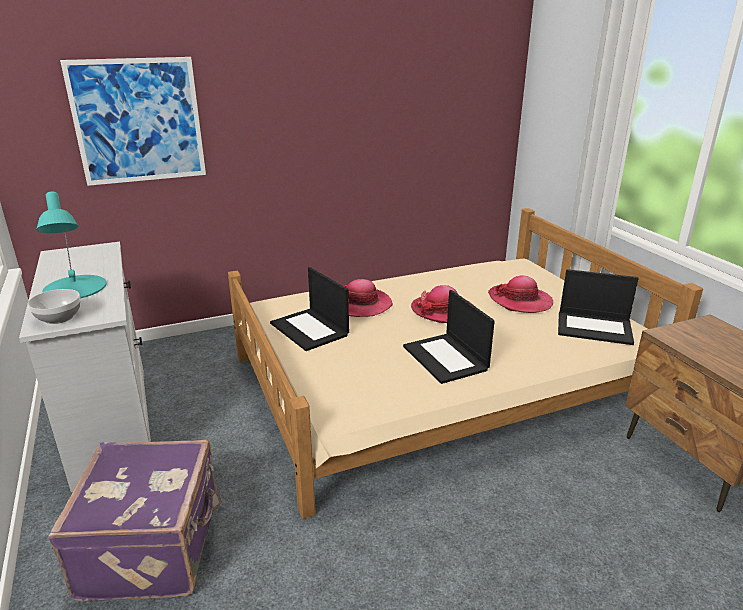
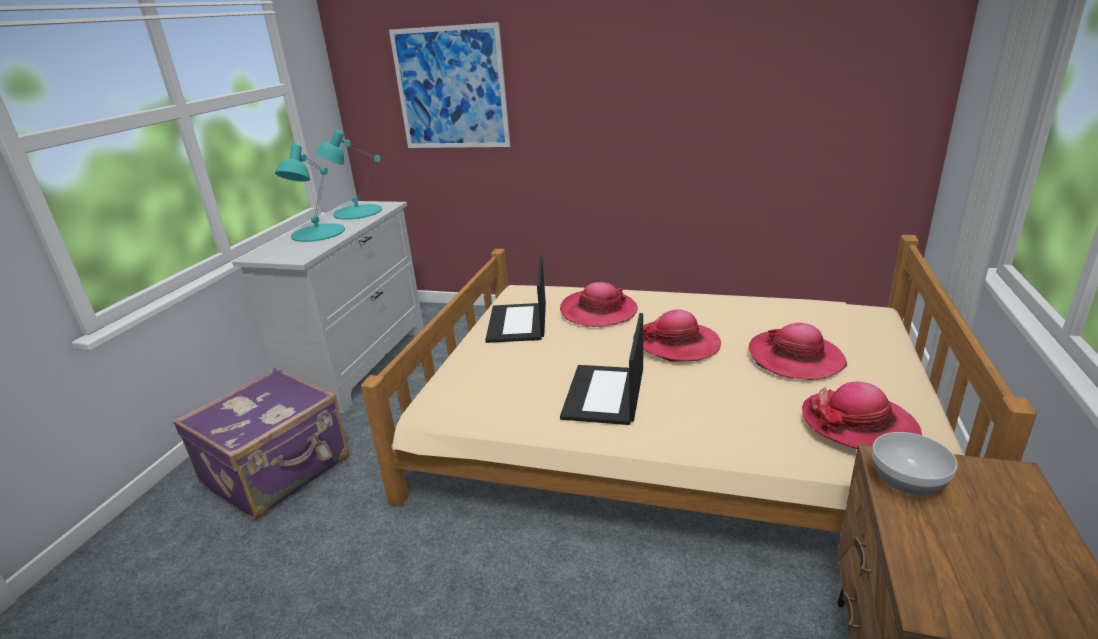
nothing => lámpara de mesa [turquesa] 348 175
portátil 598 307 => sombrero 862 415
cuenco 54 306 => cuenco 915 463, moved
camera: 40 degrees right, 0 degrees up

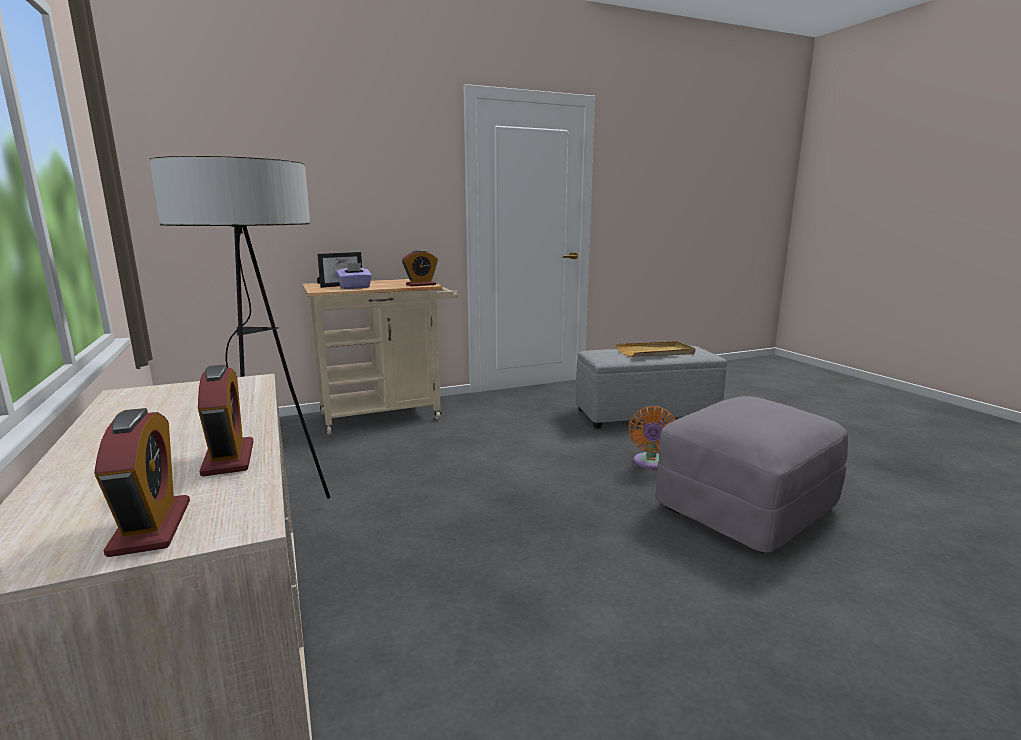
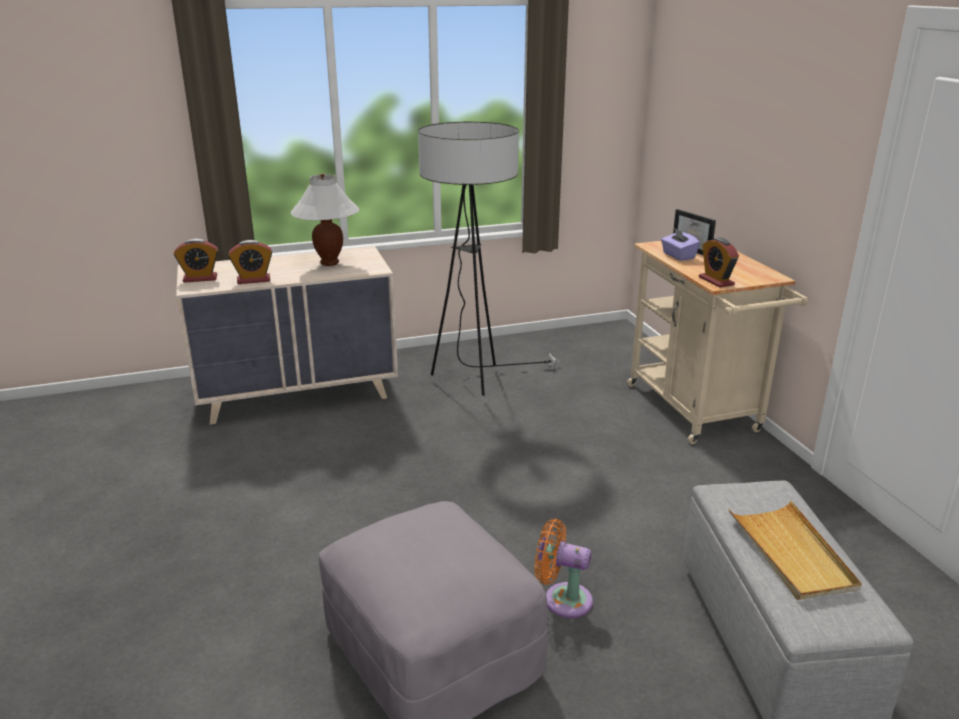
nothing => lámpara de mesa [blanco] 325 220
camera: 95 degrees right, 10 degrees up

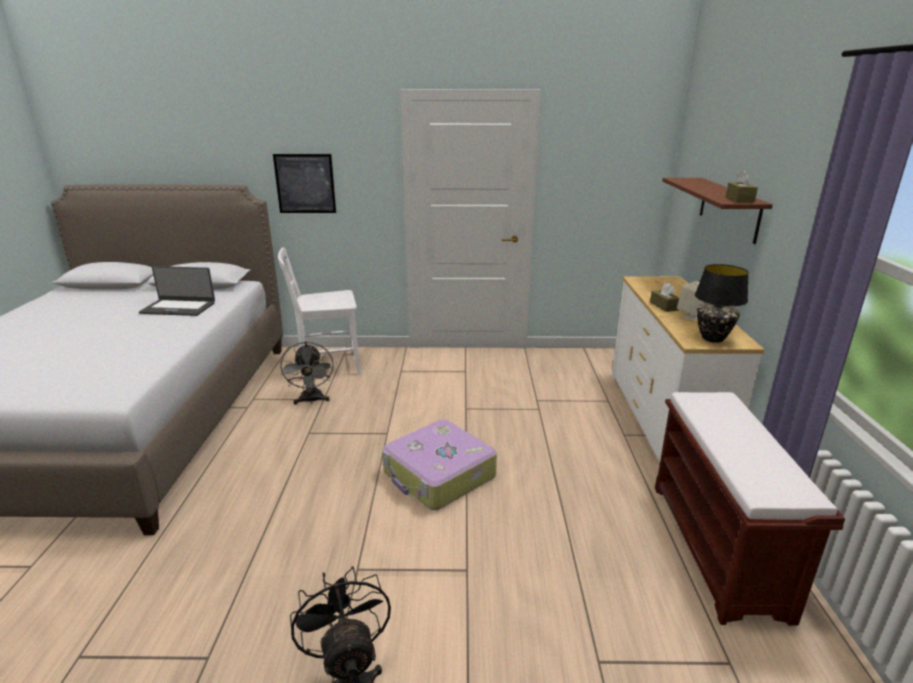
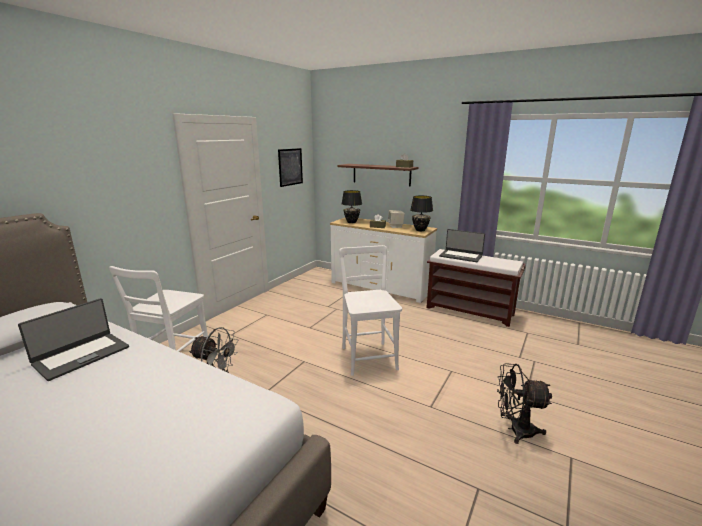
cuadro 304 183 => cuadro 290 167, moved
maleta 439 464 => silla [blanco] 370 310
nothing => lámpara de mesa [negro] 352 206
nothing => portátil 462 245
camera: 60 degrees left, 5 degrees down

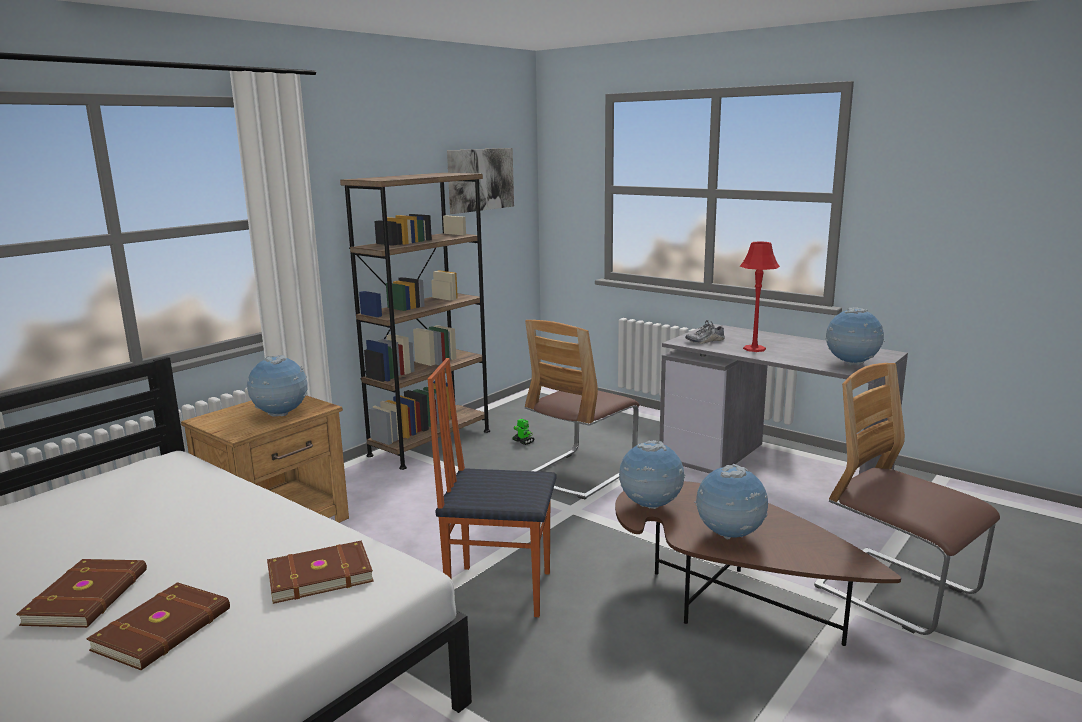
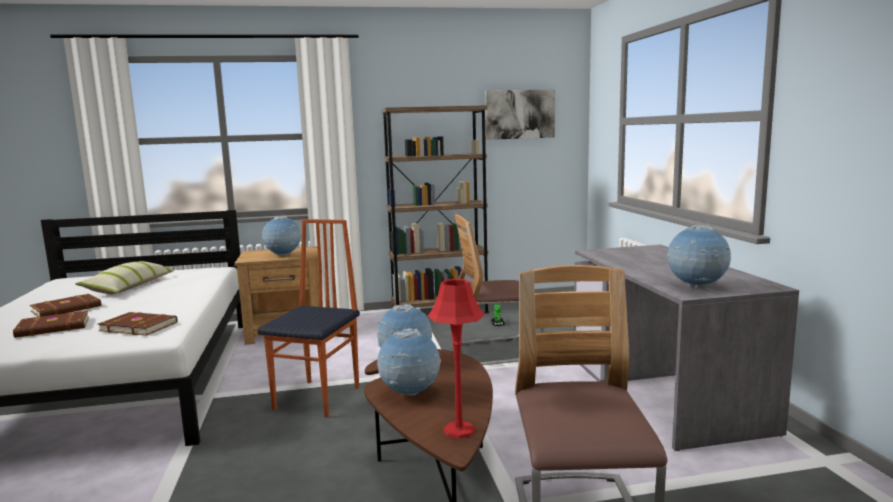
nothing => cojín 124 277
silla 492 487 => silla 308 318, 60 degrees clockwise
lámpara de mesa [rojo] 760 296 => lámpara de mesa [rojo] 456 359, moved
zapato 705 332 => nothing
camera: 40 degrees right, 5 degrees down

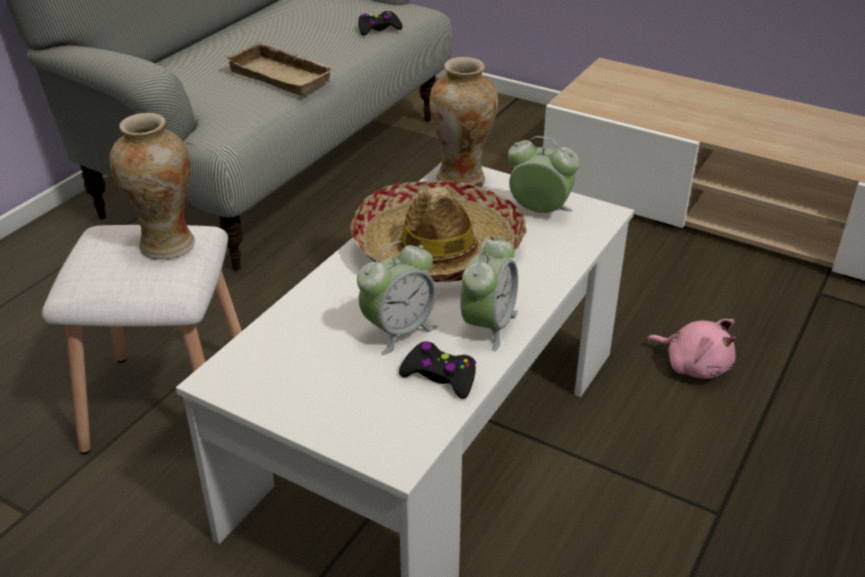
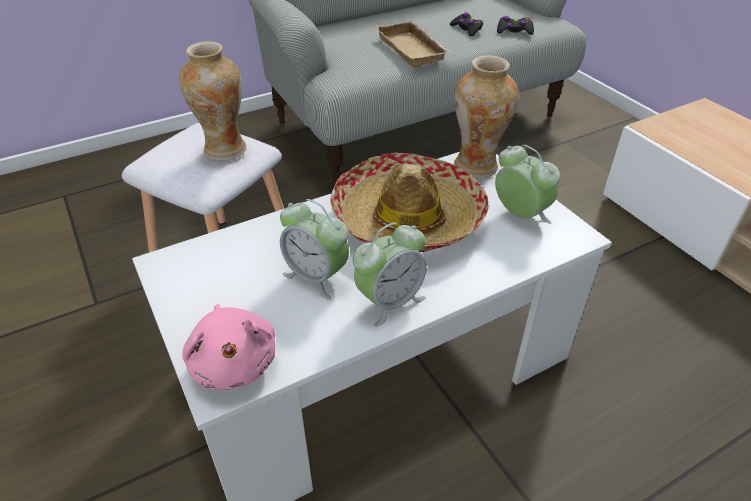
peluche [rosa] 691 349 => peluche [rosa] 228 347, moved
despertador 397 298 => despertador 314 249, 45 degrees clockwise
mando de consola [negro] 437 370 => mando de consola [negro] 467 24, moved
camera: 30 degrees right, 5 degrees up

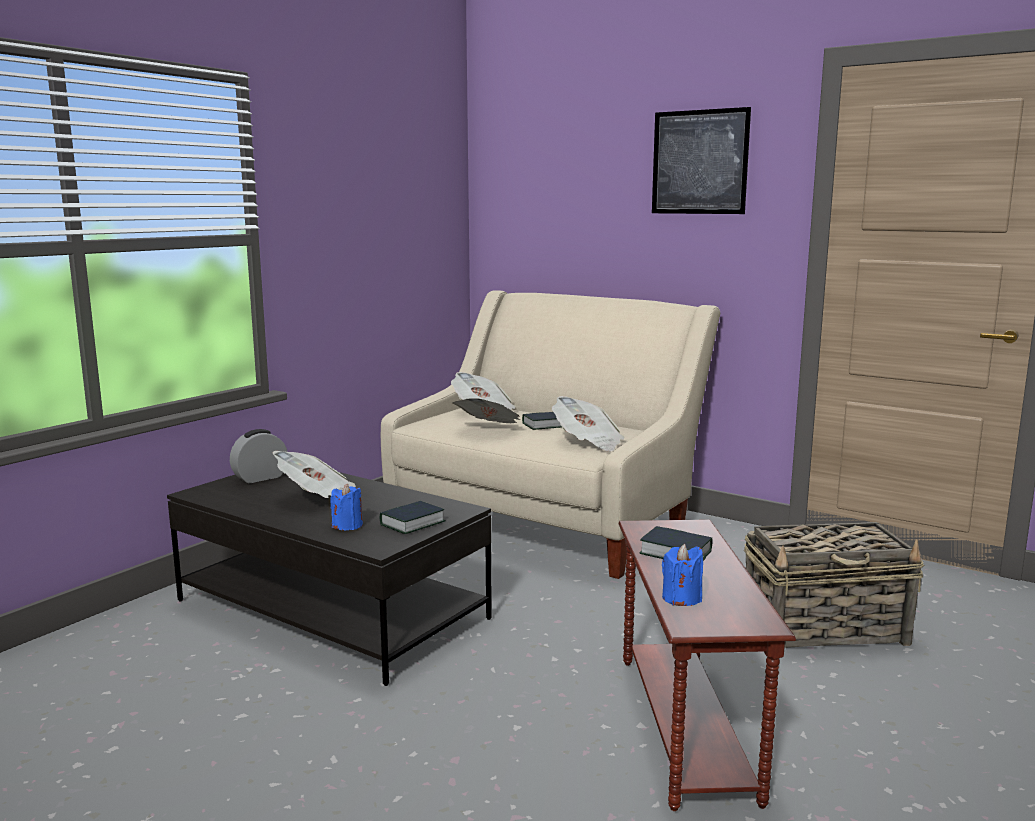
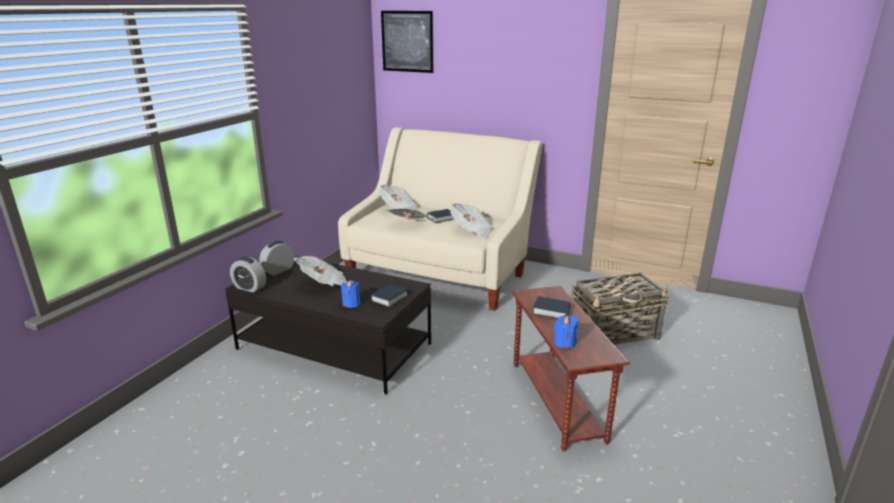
nothing => despertador 248 275
cuadro 701 160 => cuadro 407 42, moved
camera: 10 degrees left, 10 degrees up

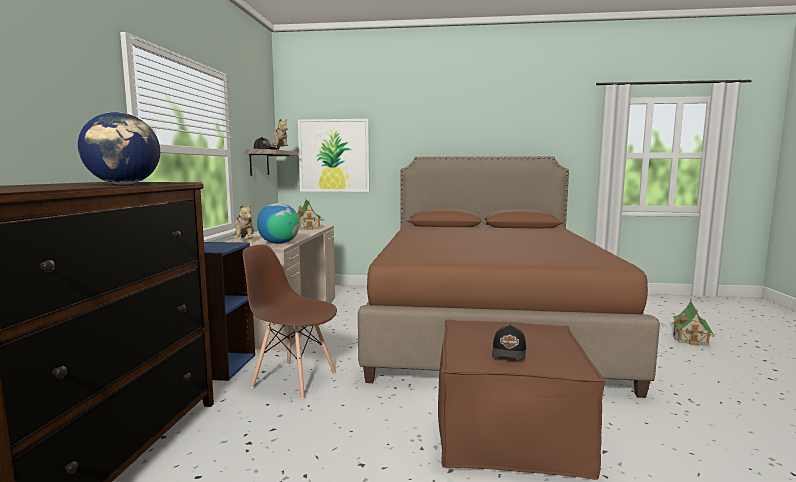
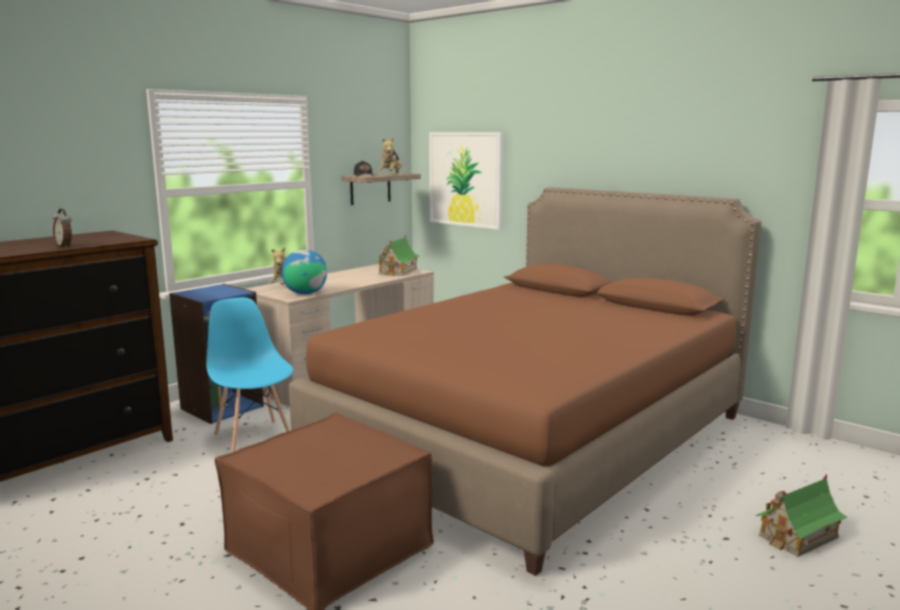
globo terráqueo 119 148 => despertador 62 228
silla [marrón] 289 321 => silla [azul] 249 374
gorra [negro] 509 342 => nothing
camera: 35 degrees right, 5 degrees up

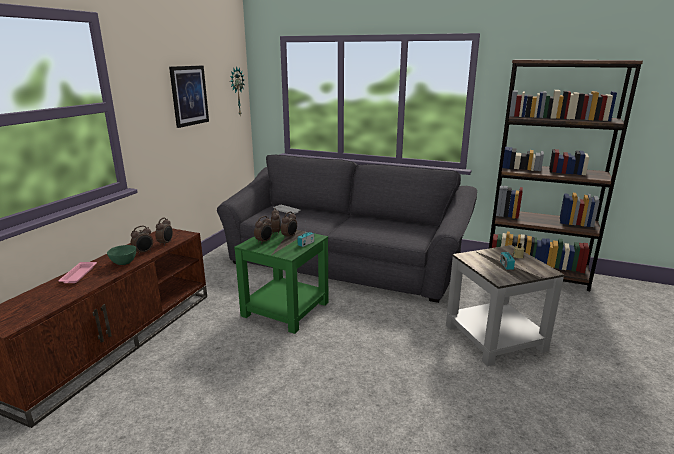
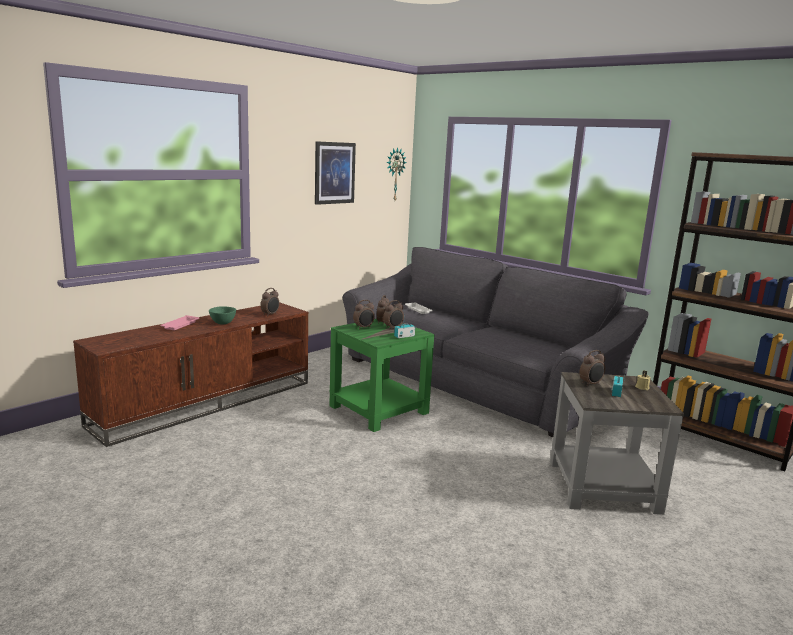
despertador 142 240 => despertador 592 368, moved
camera: 20 degrees right, 5 degrees down

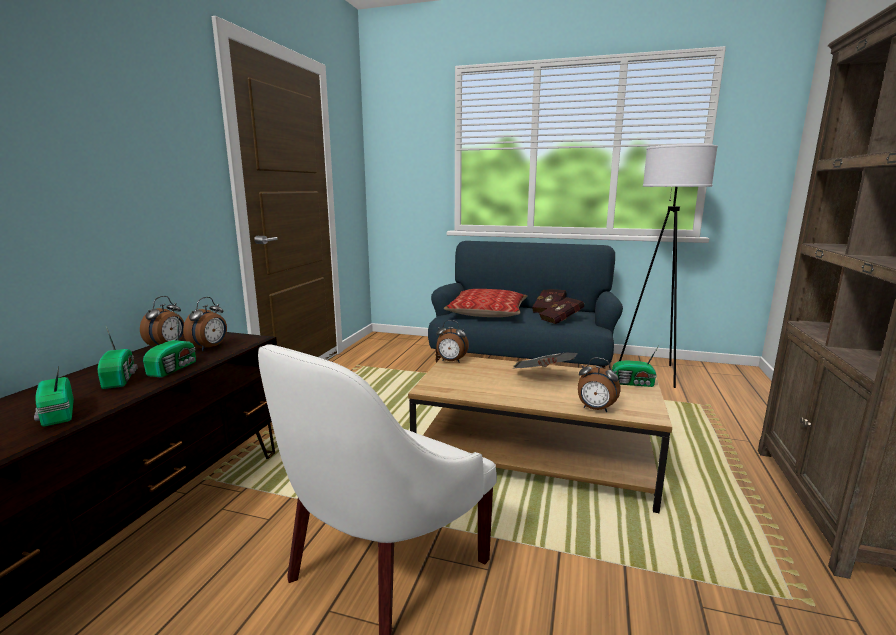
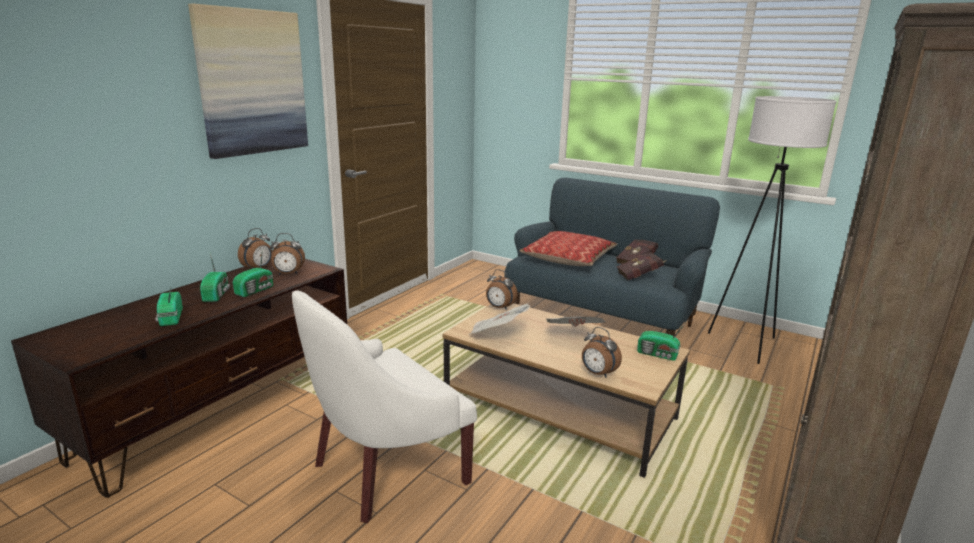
nothing => cuadro 248 81
despertador 205 324 => despertador 287 254, 45 degrees clockwise
nothing => periódico 499 319
camera: 15 degrees right, 5 degrees up

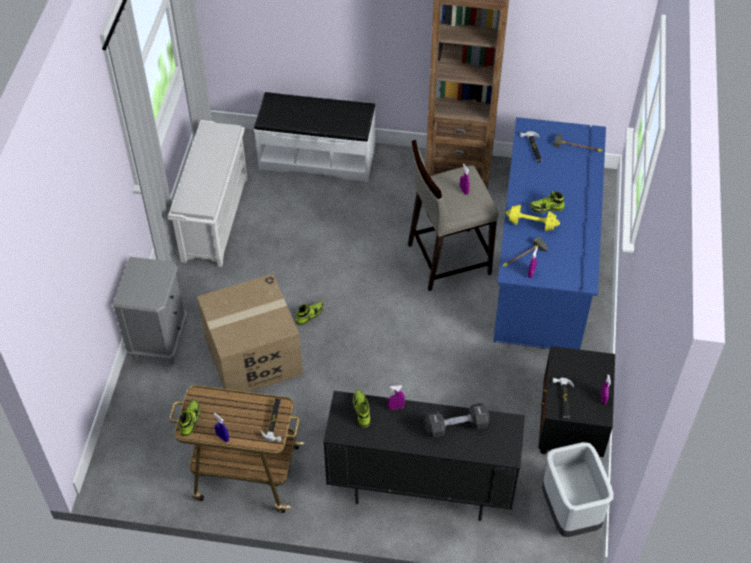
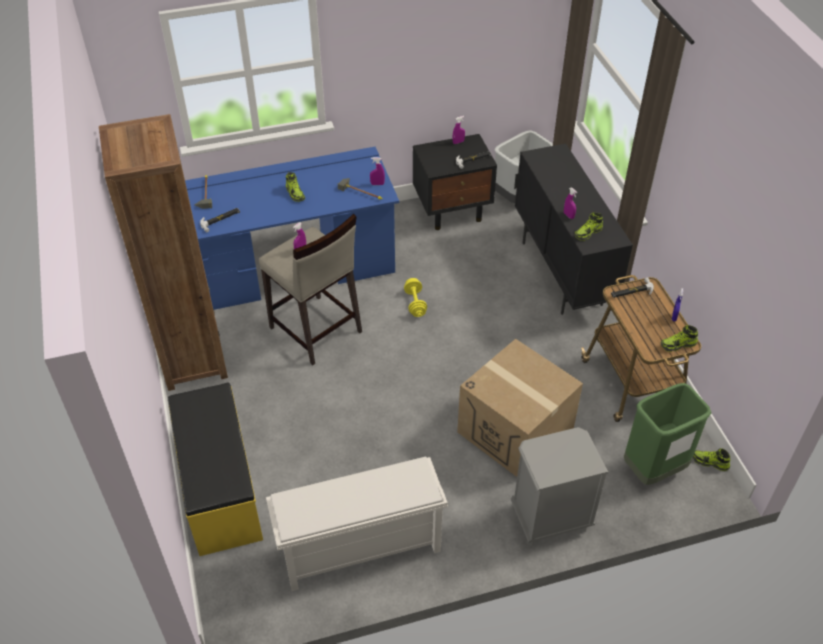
banco [blanco] 315 137 => banco [amarillo] 215 469
mancuerna [amarillo] 533 218 => mancuerna [amarillo] 415 297, moved
nothing => papelera [verde] 667 434
zapato 310 313 => zapato 711 459, moved
mancuerna [negro] 457 420 => nothing
camera: 115 degrees left, 5 degrees down

